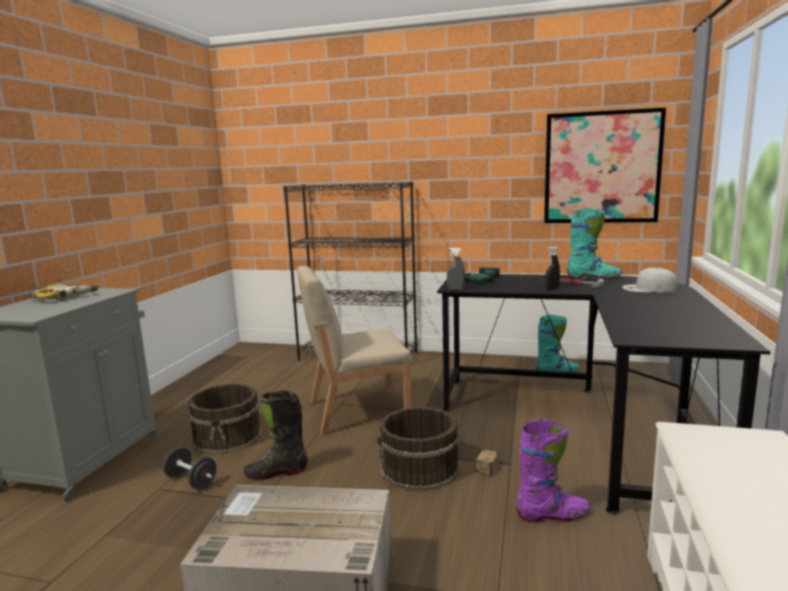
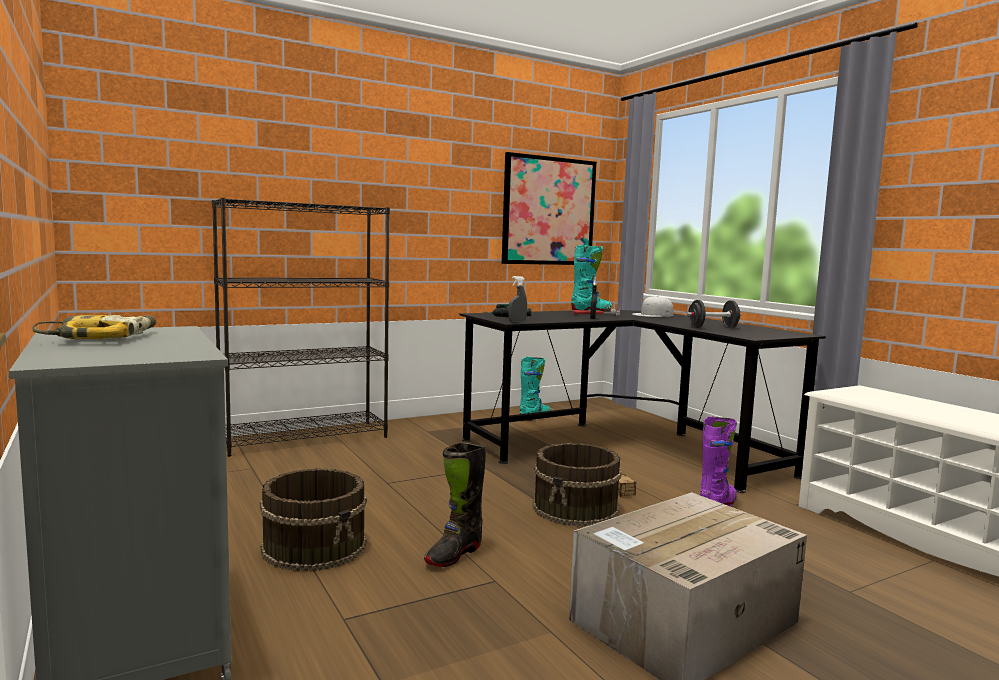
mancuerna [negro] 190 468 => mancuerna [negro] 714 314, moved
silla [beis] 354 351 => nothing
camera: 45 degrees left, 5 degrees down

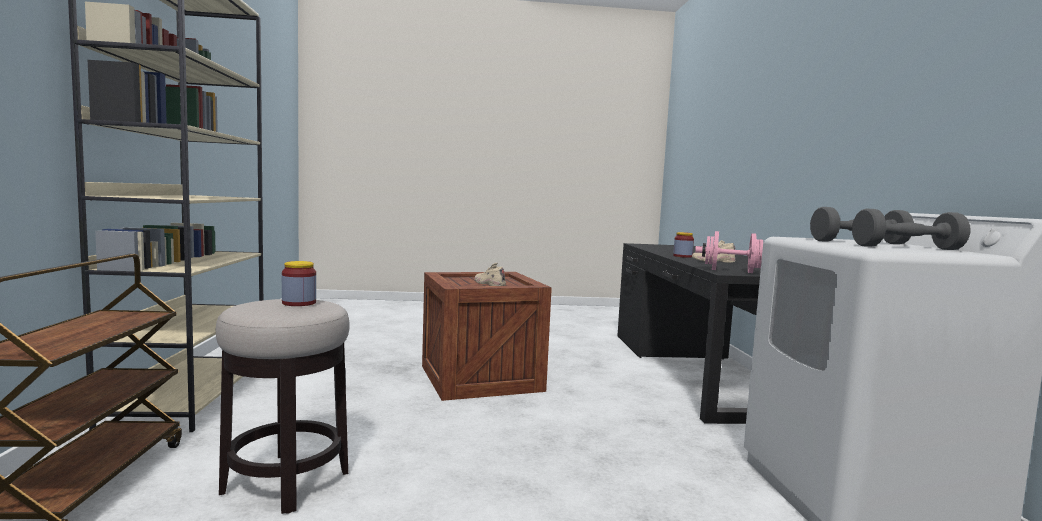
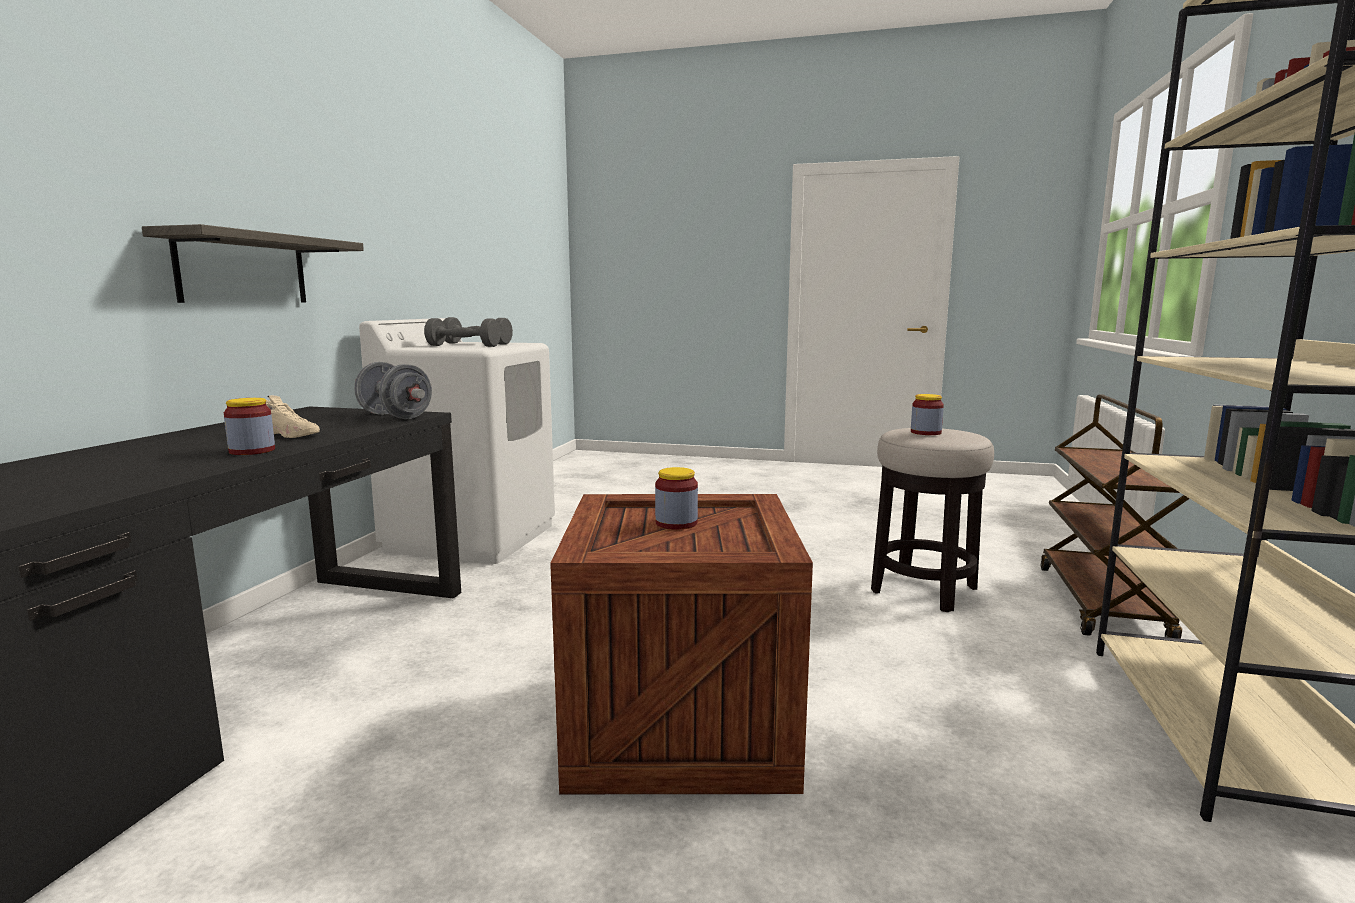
nothing => estante 253 263
mancuerna [rosa] 729 252 => mancuerna [gris] 393 390
zapato [beis] 490 274 => tarro 676 498
camera: 160 degrees left, 5 degrees up

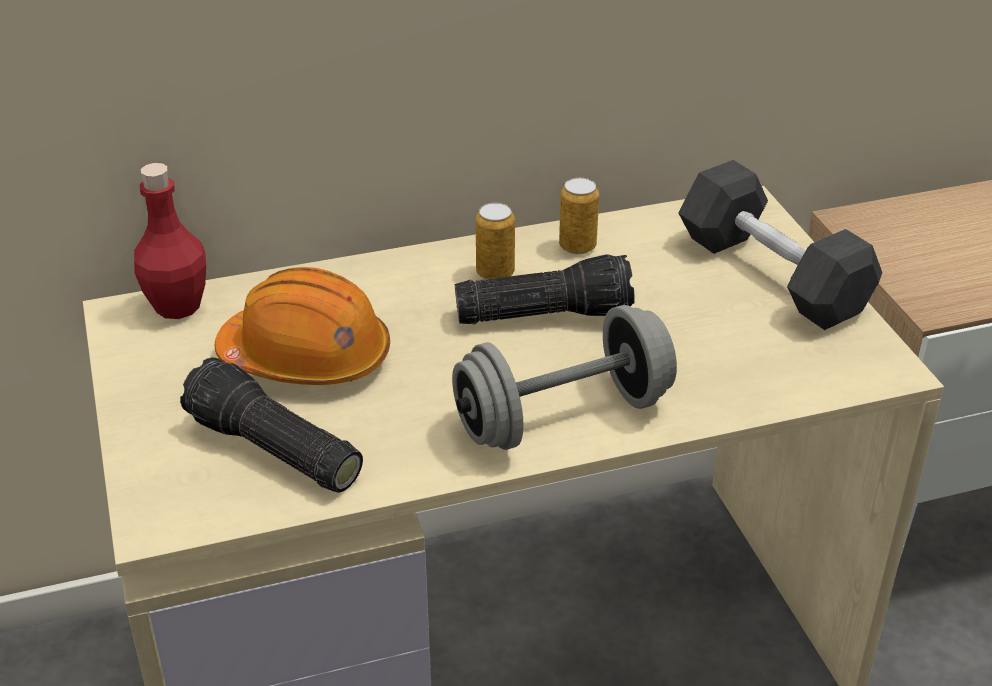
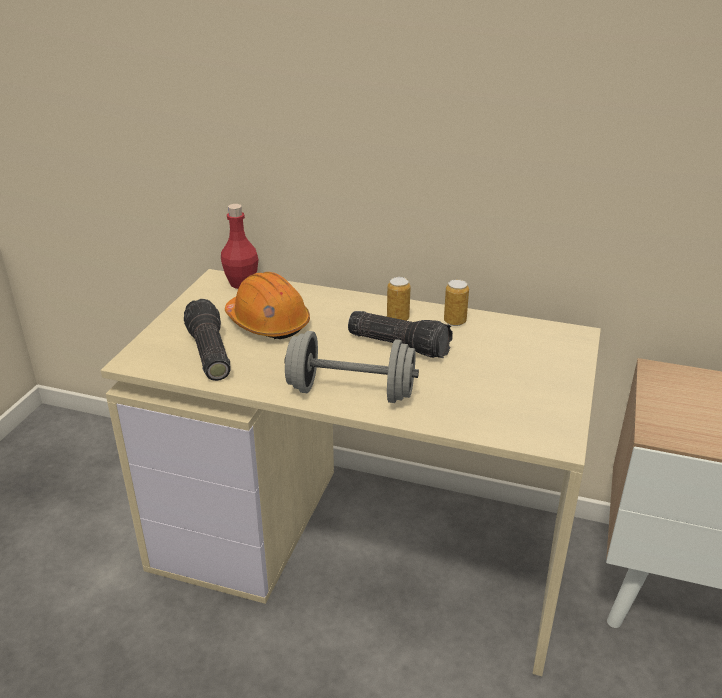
mancuerna [gris] 780 245 => nothing
camera: 35 degrees right, 5 degrees down

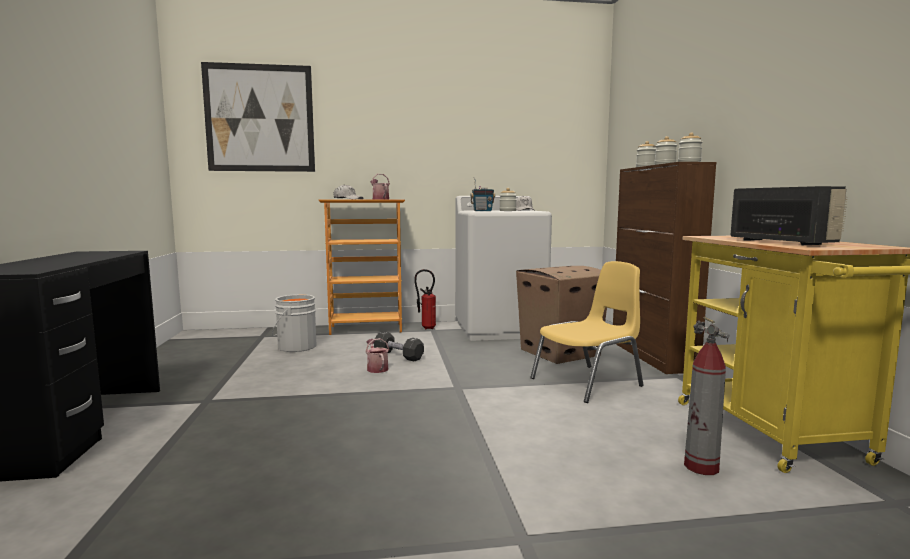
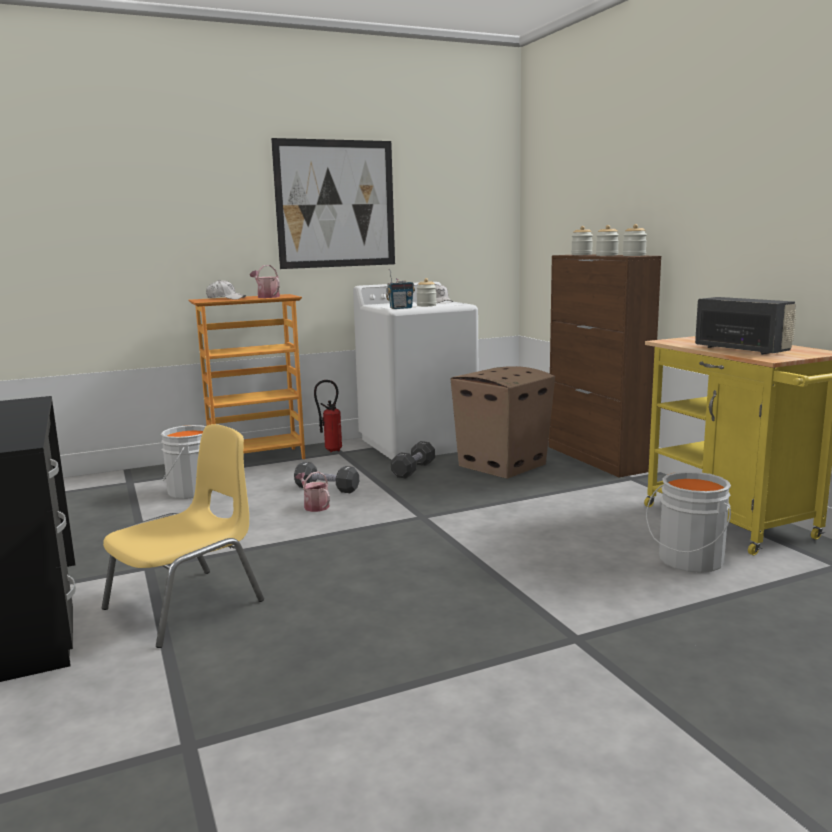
silla [amarillo] 587 332 => silla [amarillo] 183 536, moved
cuadro 258 117 => cuadro 333 203, moved
nothing => mancuerna [negro] 413 460
extintor 707 396 => cubo [gris] 688 522
camera: 15 degrees left, 5 degrees up

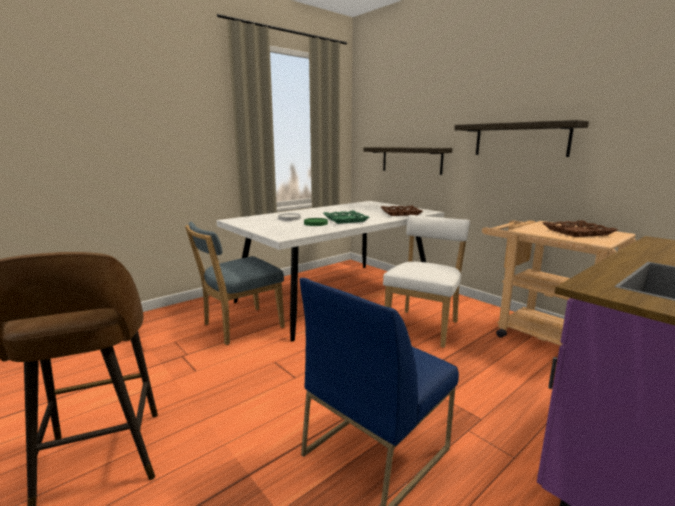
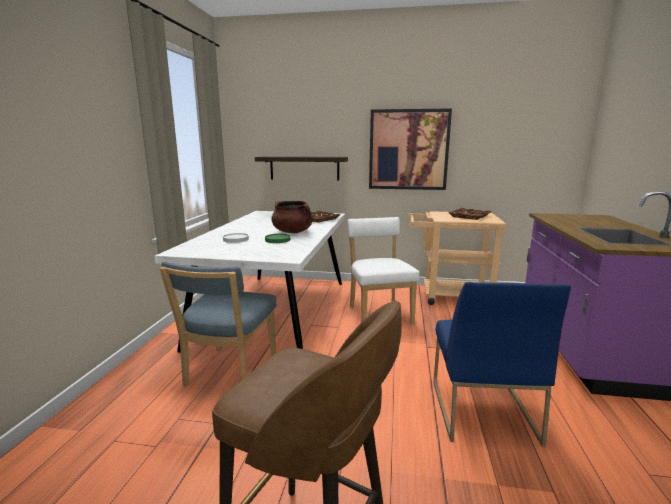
bandeja [verde] 346 217 => olla [marrón] 292 217
estante 521 138 => cuadro 410 149
camera: 40 degrees left, 0 degrees up

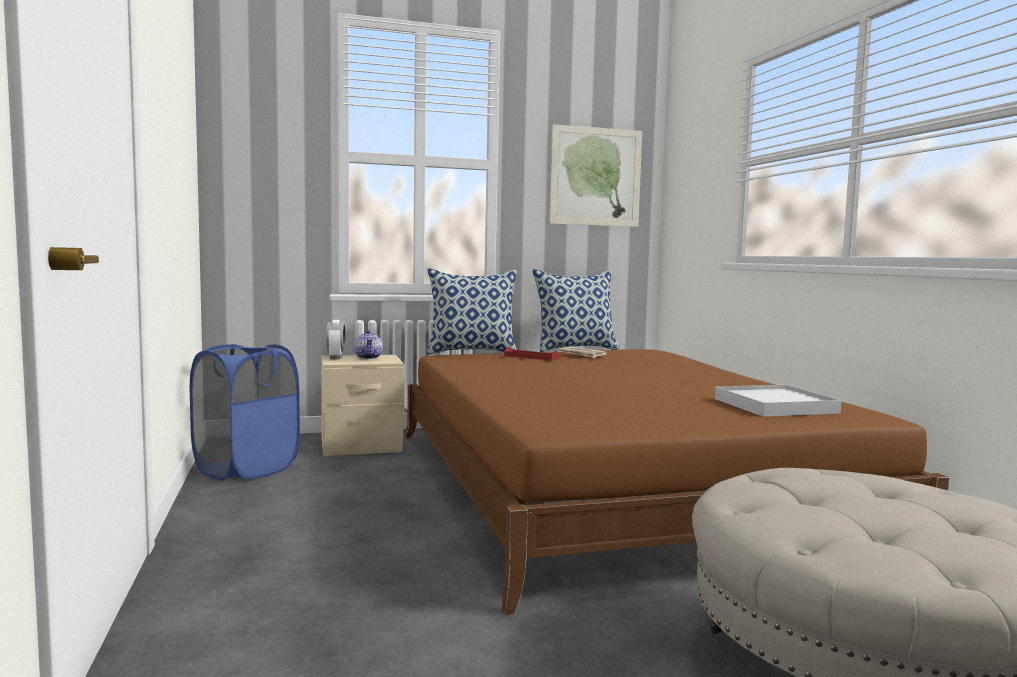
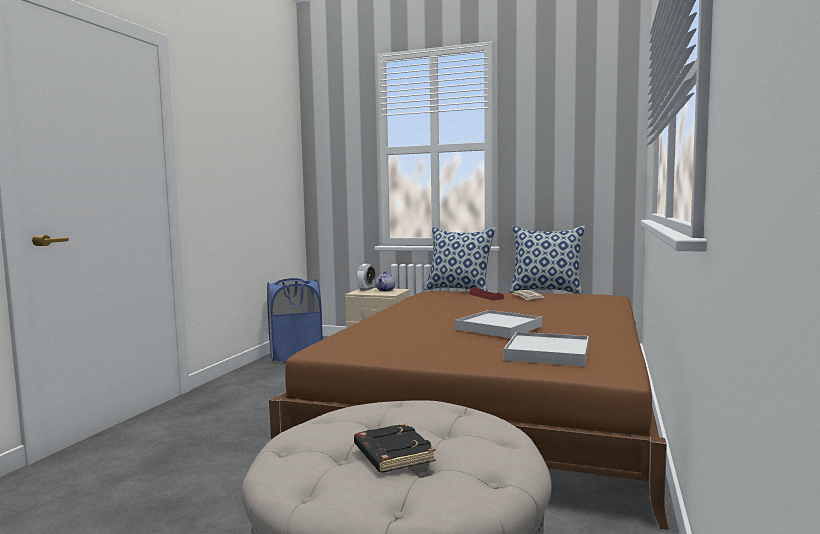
nothing => libro [negro] 395 448
nothing => bandeja [blanco] 498 324
cuadro 595 175 => nothing
camera: 35 degrees right, 0 degrees up

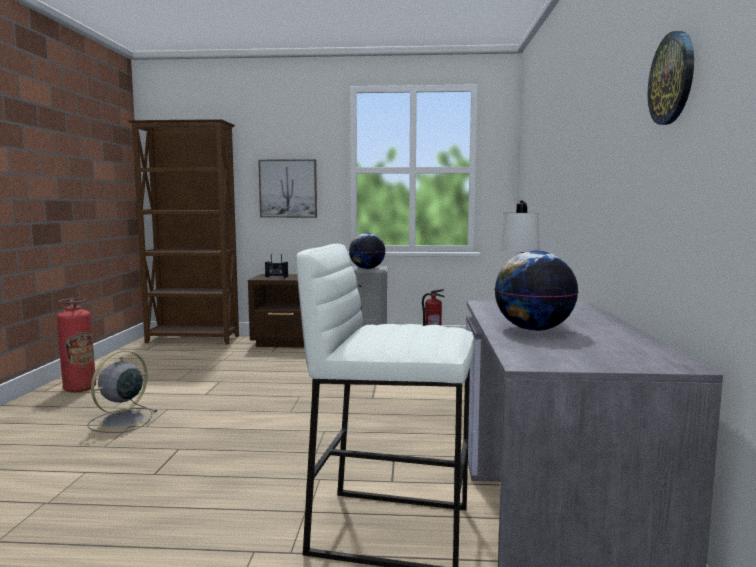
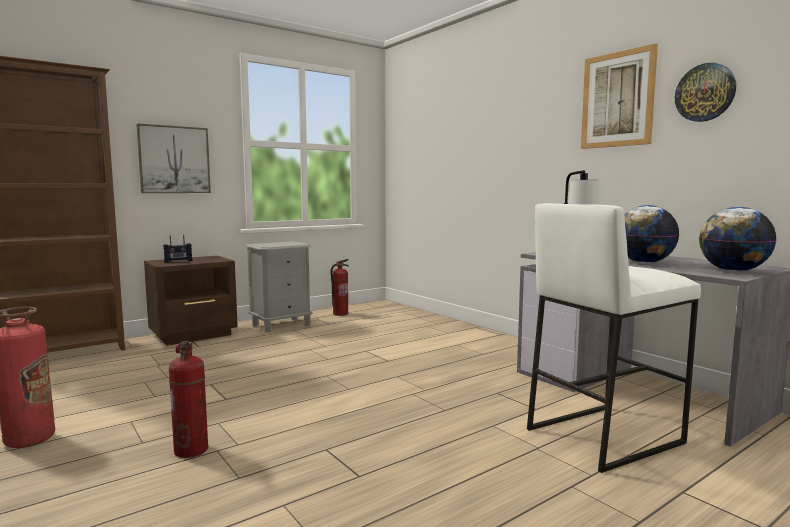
ventilador [gris] 122 392 => extintor 188 399
nothing => cuadro 619 96
globo terráqueo 367 251 => globo terráqueo 738 239, moved
camera: 40 degrees left, 0 degrees up

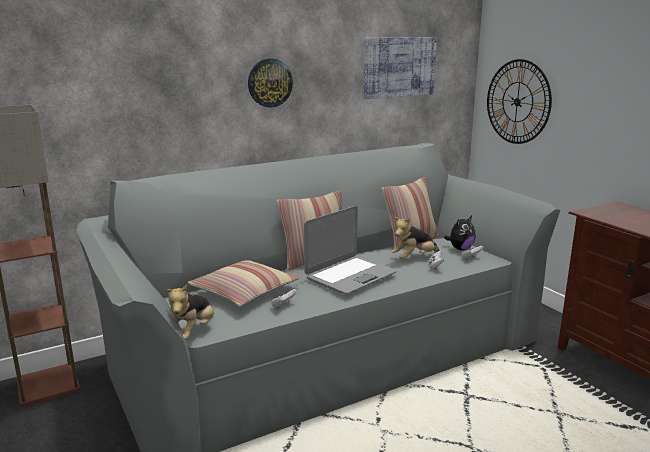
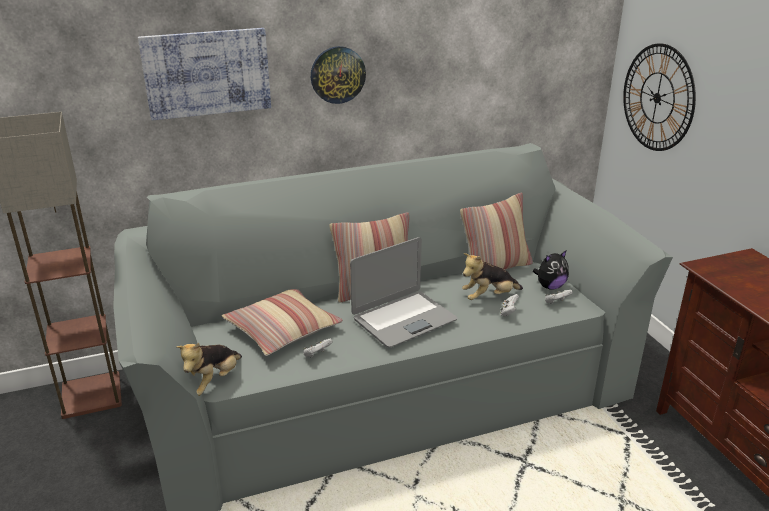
cuadro 400 68 => cuadro 204 74, moved
camera: 10 degrees right, 10 degrees up

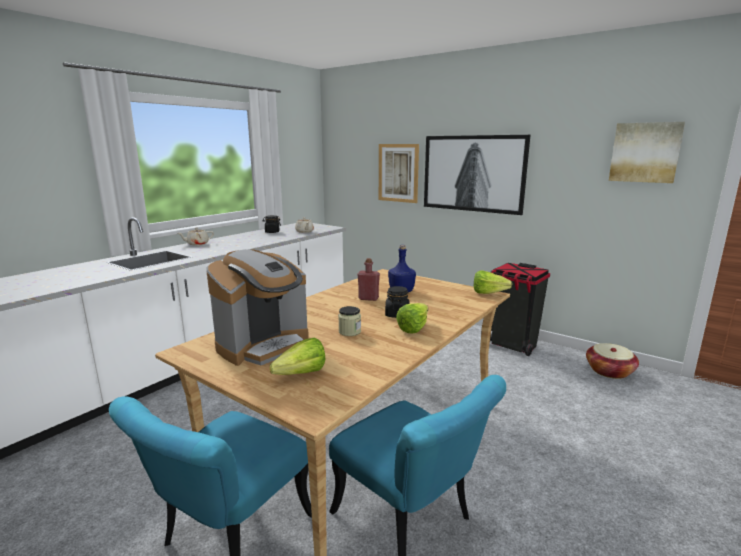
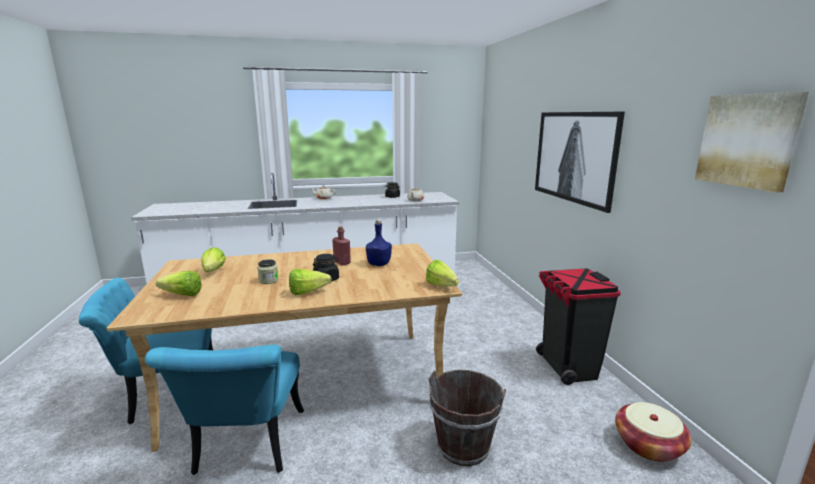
cafetera 258 307 => lechuga 213 259
nothing => cubo [marrón] 467 418
cuadro 399 173 => nothing
camera: 40 degrees right, 0 degrees up

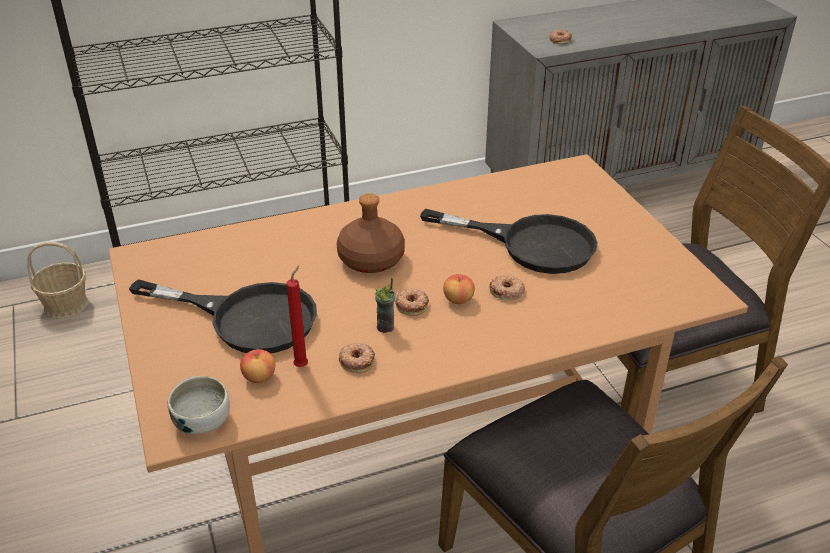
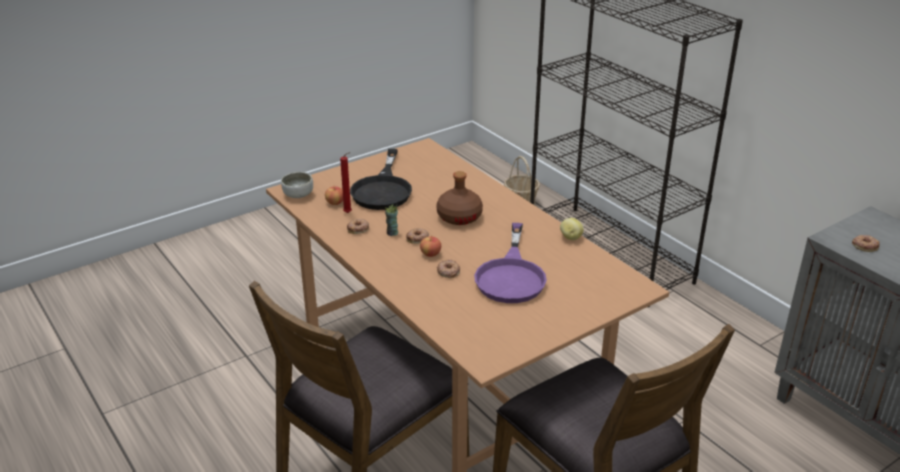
sartén [negro] 508 241 => sartén [morado] 510 263
nothing => patata 572 229
camera: 75 degrees right, 5 degrees down

